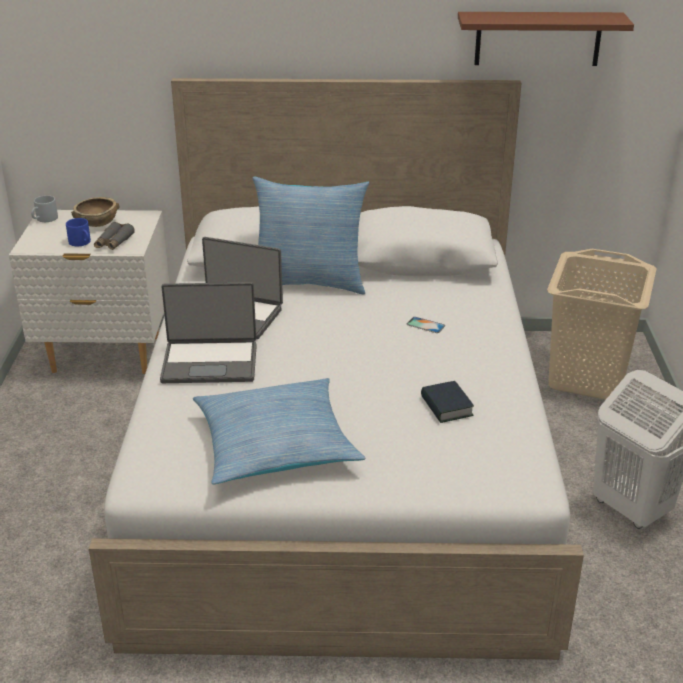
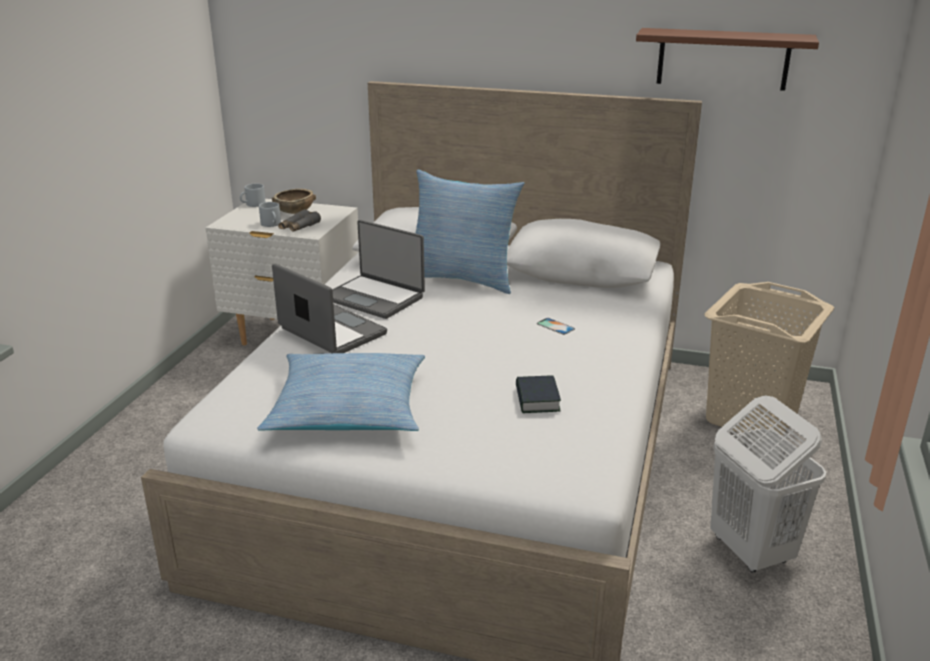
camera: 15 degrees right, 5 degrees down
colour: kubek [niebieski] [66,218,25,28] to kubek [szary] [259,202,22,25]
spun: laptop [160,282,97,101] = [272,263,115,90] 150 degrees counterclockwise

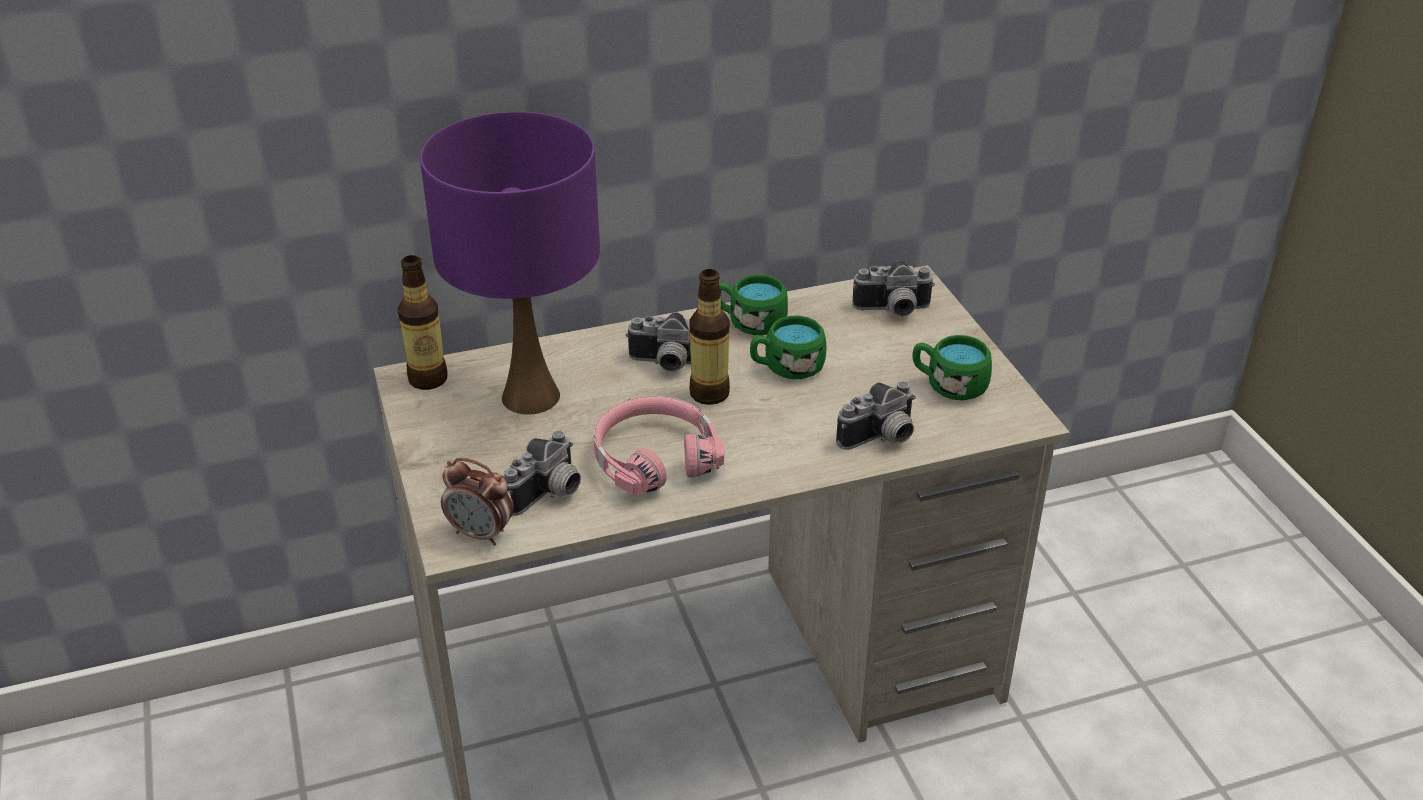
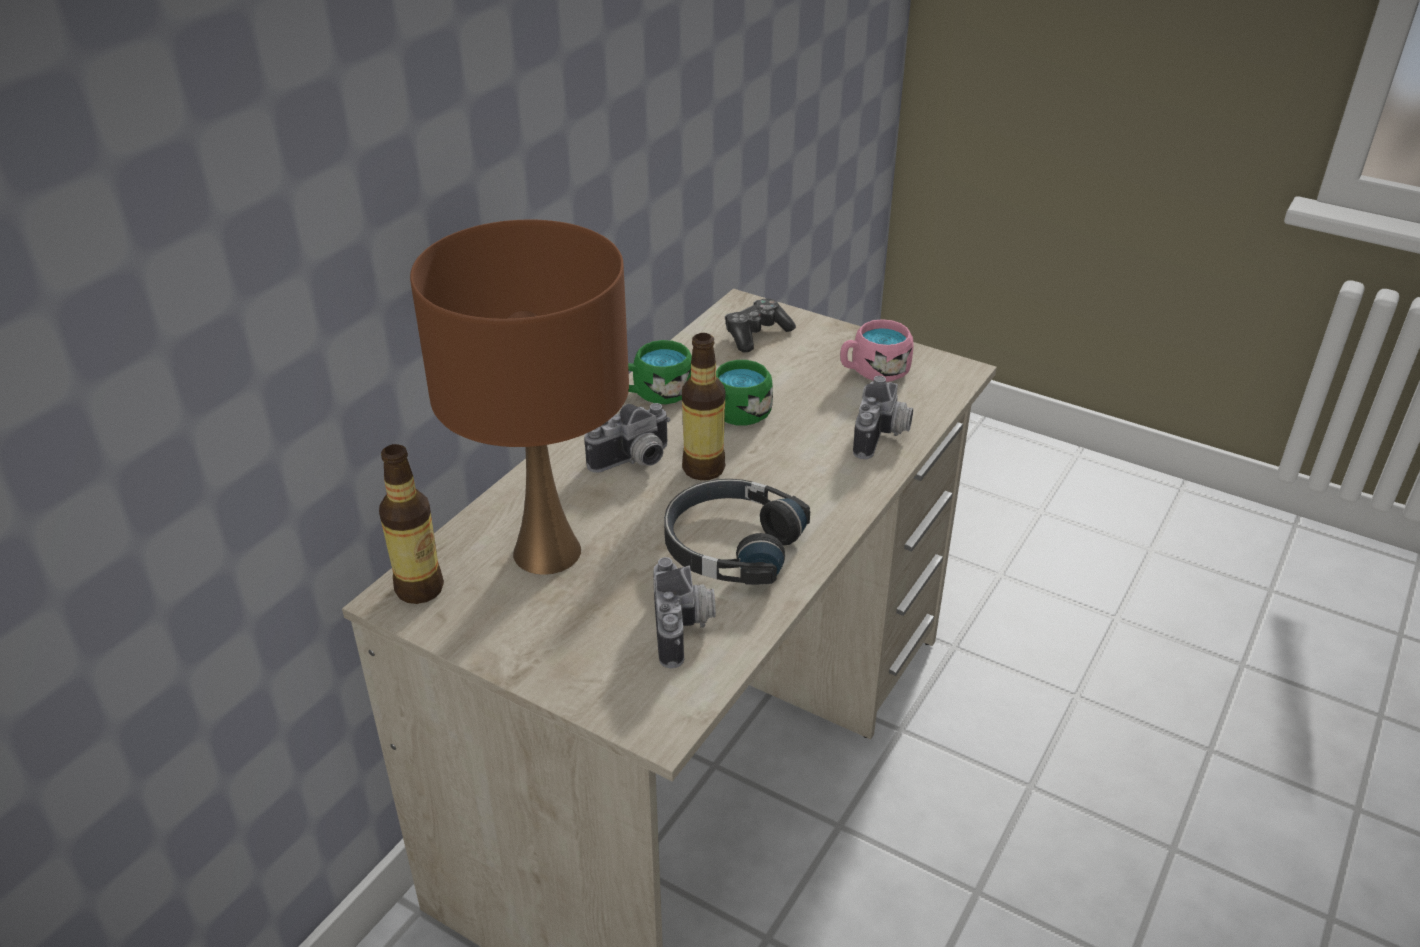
camera: 40 degrees left, 0 degrees up
missing: budzik [441,458,73,88]
exchanged: aparat fotograficzny [852,260,83,56] to pad do gier [725,298,71,55]
colour: lampa stołowa [fioletowy] [420,112,180,303] to lampa stołowa [brązowy] [410,220,219,355]; kubek [zielony] [913,335,79,65] to kubek [różowy] [840,319,73,63]; słuchawki [różowy] [593,396,131,99] to słuchawki [czarny] [664,479,146,106]

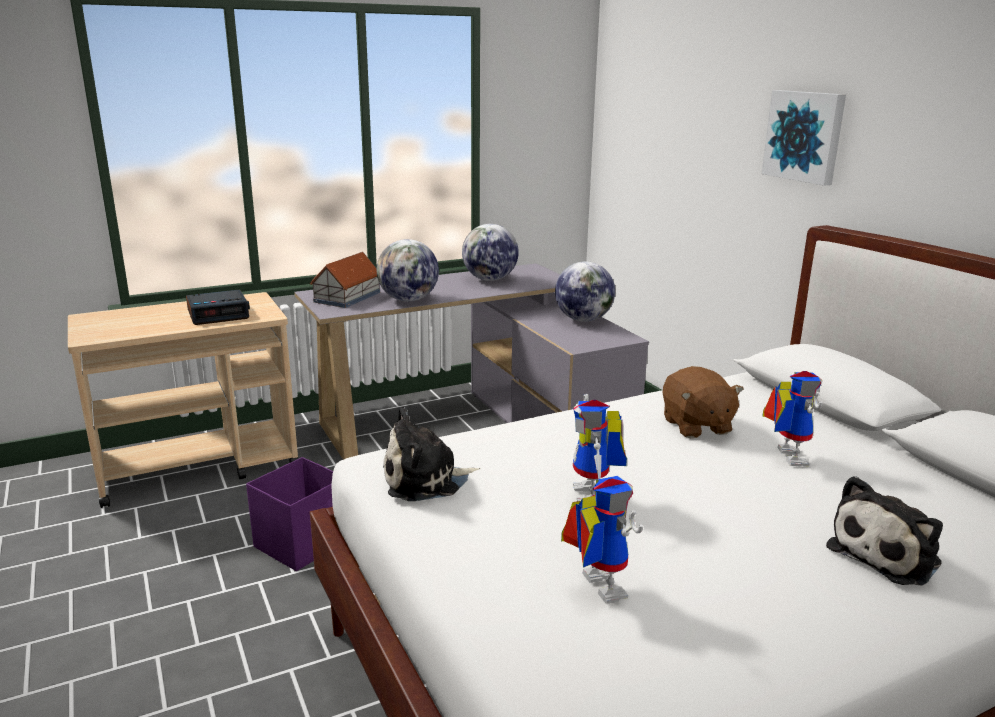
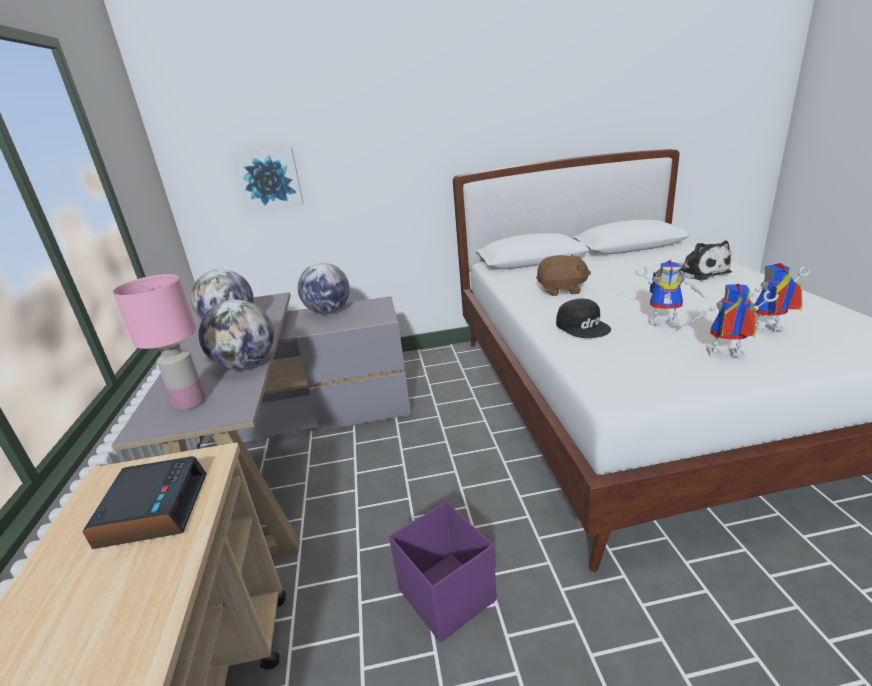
camera: 70 degrees left, 5 degrees up
missing: pluszak [383,407,98,94]
appeared: czapka z daszkiem [czarny] [556,298,55,40]
relocated: obraz [762,90,84,96] to [233,147,71,65]; robot zabawkowy [762,371,61,96] to [685,284,94,73]
exchanged: domek [310,252,70,56] to lampa stołowa [różowy] [113,274,93,136]

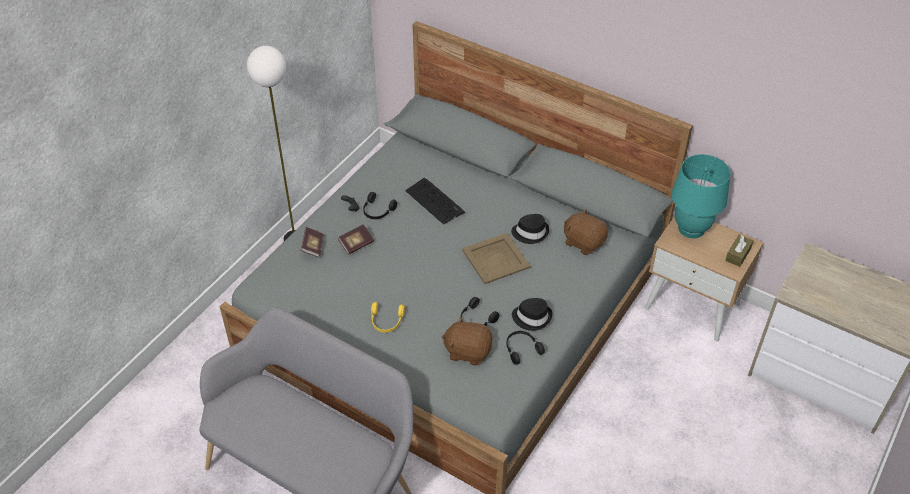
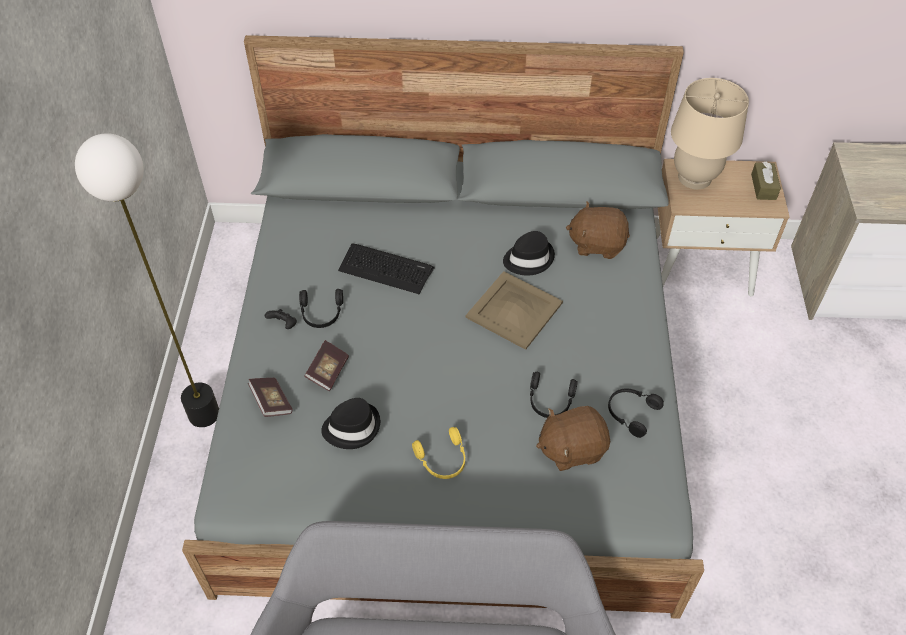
camera: 30 degrees left, 5 degrees up
relocated: kapelusz [czarny] [512,298,41,33] to [321,398,59,51]
colour: lampa stołowa [turkusowy] [671,154,60,84] to lampa stołowa [beżowy] [671,78,78,111]

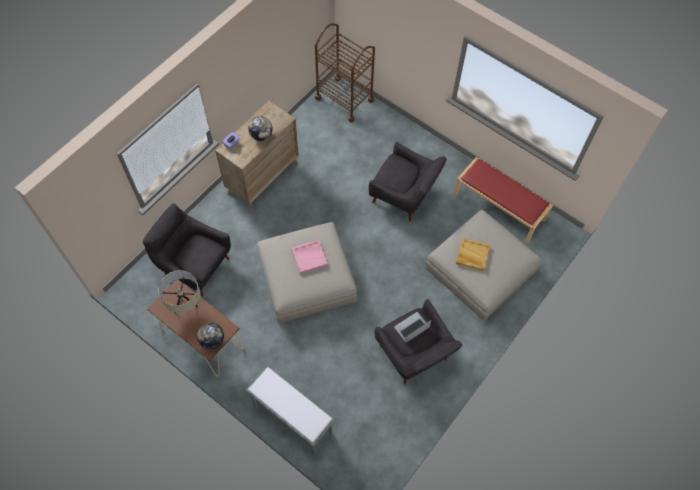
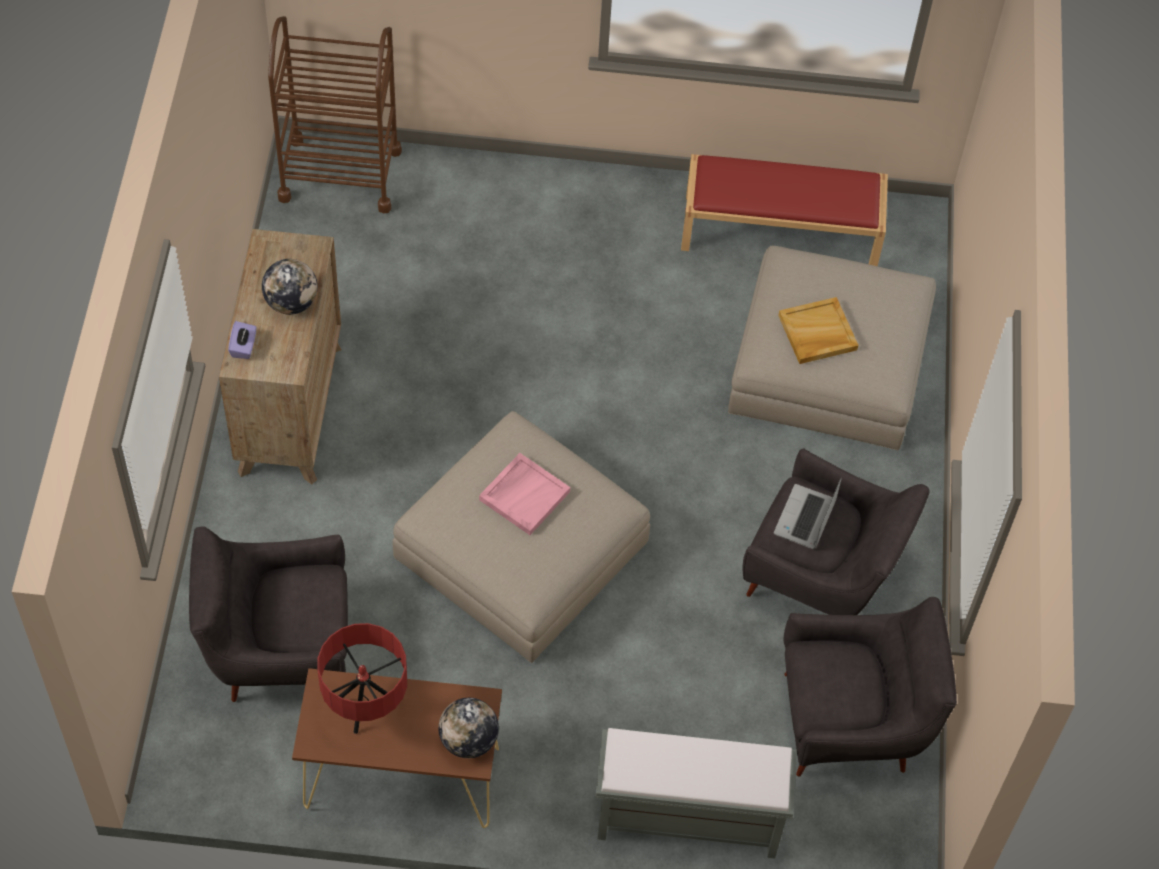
camera: 35 degrees left, 5 degrees down
relocated: fotel [szary] [369,142,78,79] to [784,597,173,180]
colour: lampa stołowa [beżowy] [158,270,43,44] to lampa stołowa [czerwony] [318,623,89,111]

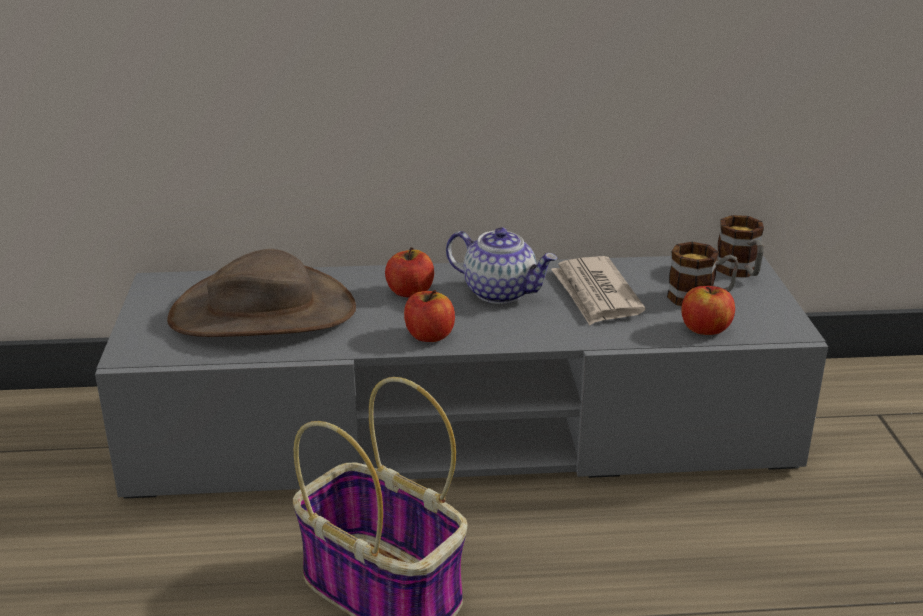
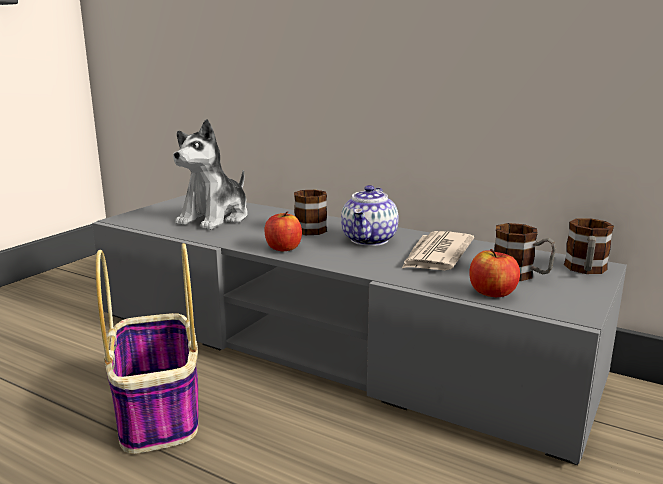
camera: 35 degrees right, 10 degrees down
exchanged: jabłko [385,247,49,51] to kubek [294,190,33,45]; kapelusz [brązowy] [167,249,189,88] to pluszak [173,119,75,111]
spun: imbryk [446,227,111,77] = [341,185,58,61] 45 degrees clockwise

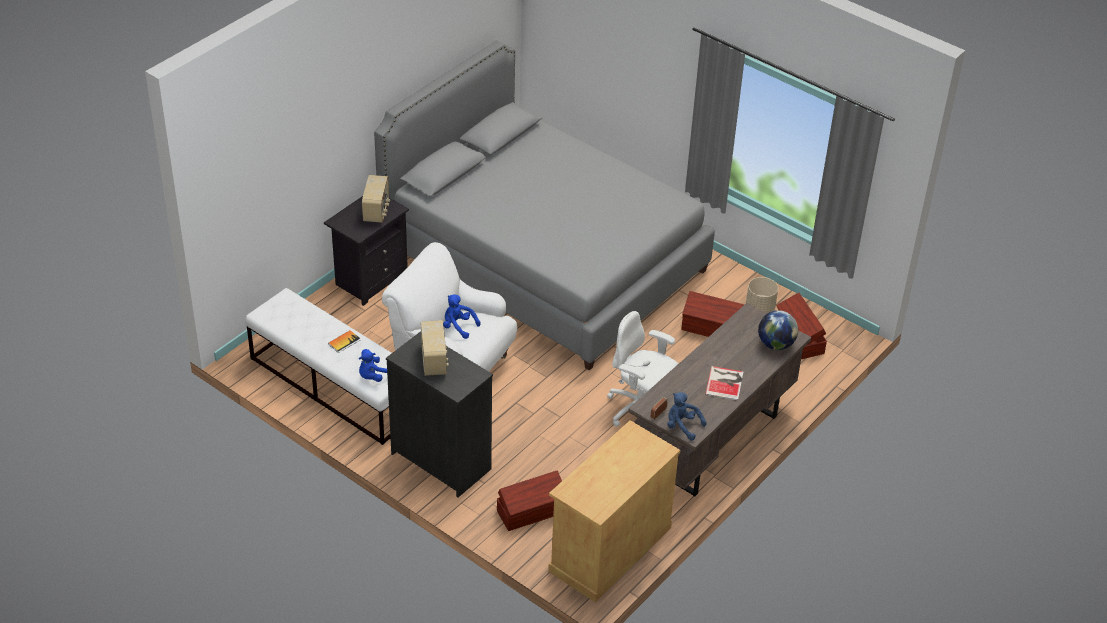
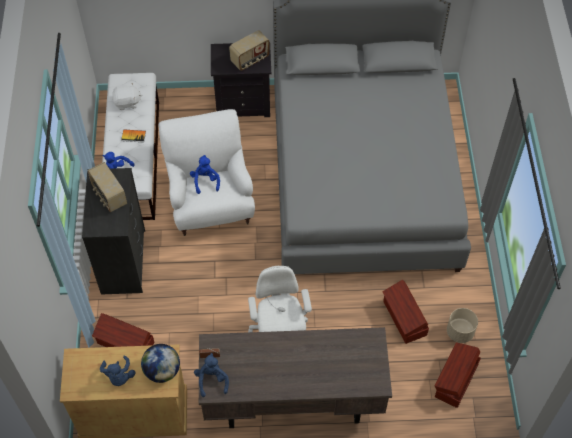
camera: 50 degrees right, 15 degrees up
missing: książka [705,366,38,34]
appeared: pluszak [biały] [112,83,30,27]; pluszak [niebieski] [100,356,35,30]
relocated: globus [758,310,40,40] to [141,344,39,39]
spun: radio [421,320,28,56] = [87,162,40,50] 105 degrees clockwise

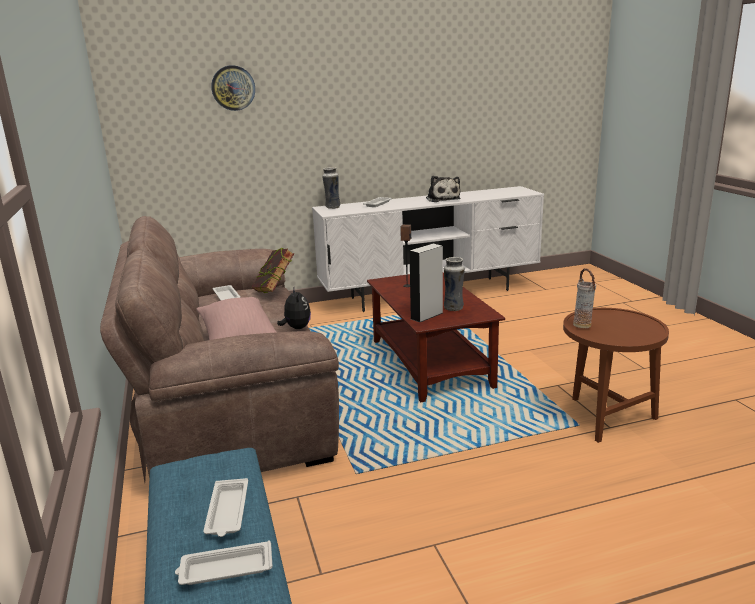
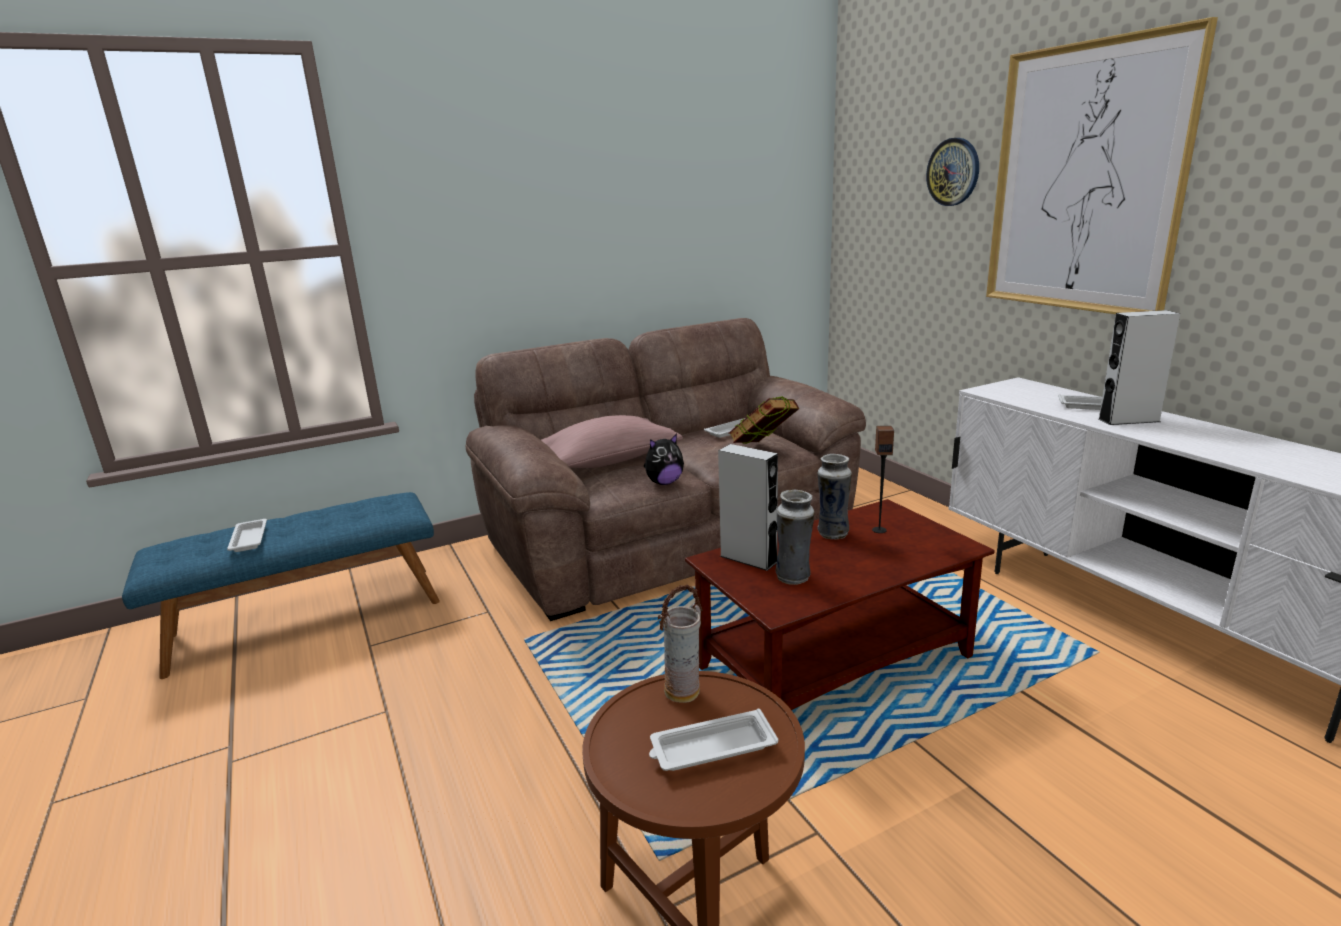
camera: 80 degrees right, 0 degrees up
missing: pluszak [426,176,34,26]
appeared: obraz [986,17,232,297]; głośnik [szary] [1099,310,81,115]
relocated: wazon [322,167,18,42] to [817,454,35,85]; taca [biały] [203,478,45,59] to [649,709,129,62]

